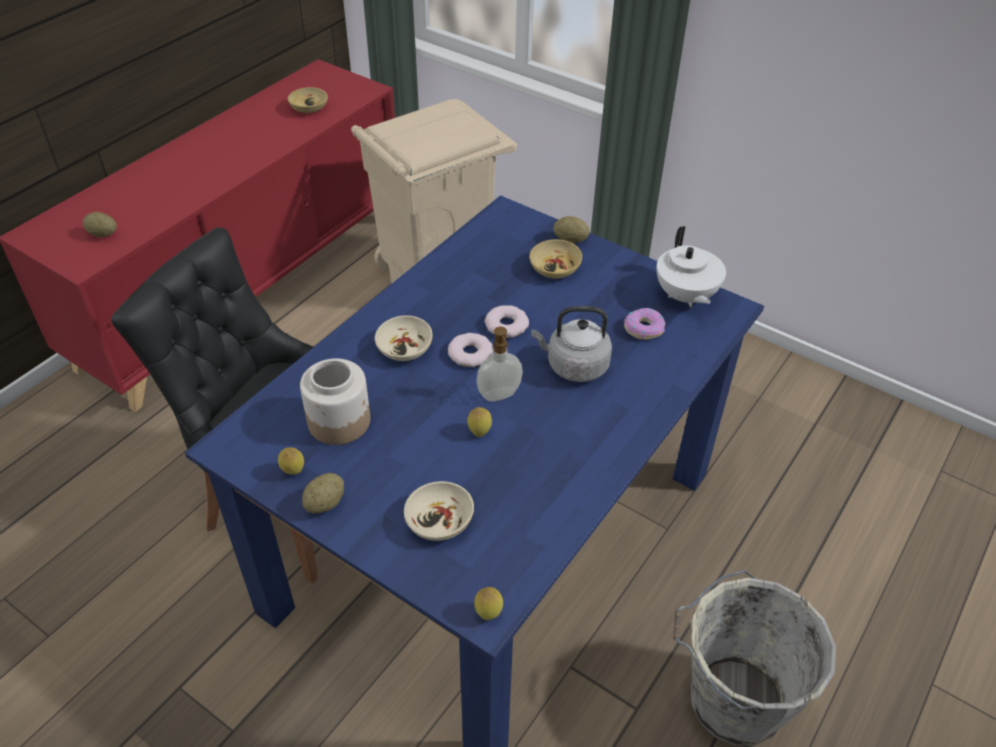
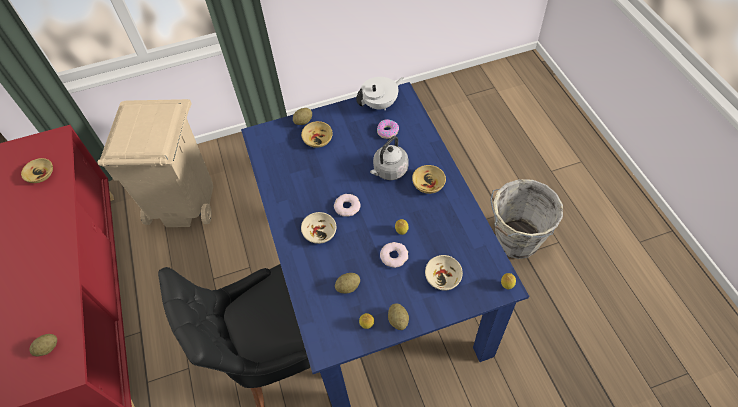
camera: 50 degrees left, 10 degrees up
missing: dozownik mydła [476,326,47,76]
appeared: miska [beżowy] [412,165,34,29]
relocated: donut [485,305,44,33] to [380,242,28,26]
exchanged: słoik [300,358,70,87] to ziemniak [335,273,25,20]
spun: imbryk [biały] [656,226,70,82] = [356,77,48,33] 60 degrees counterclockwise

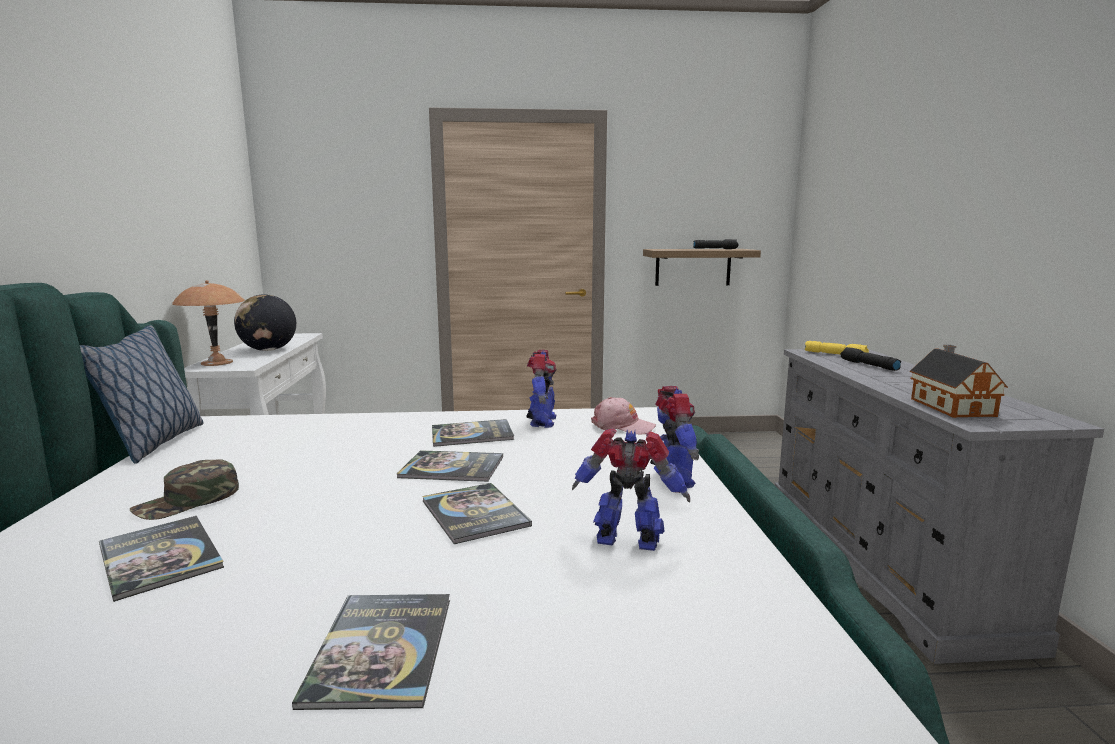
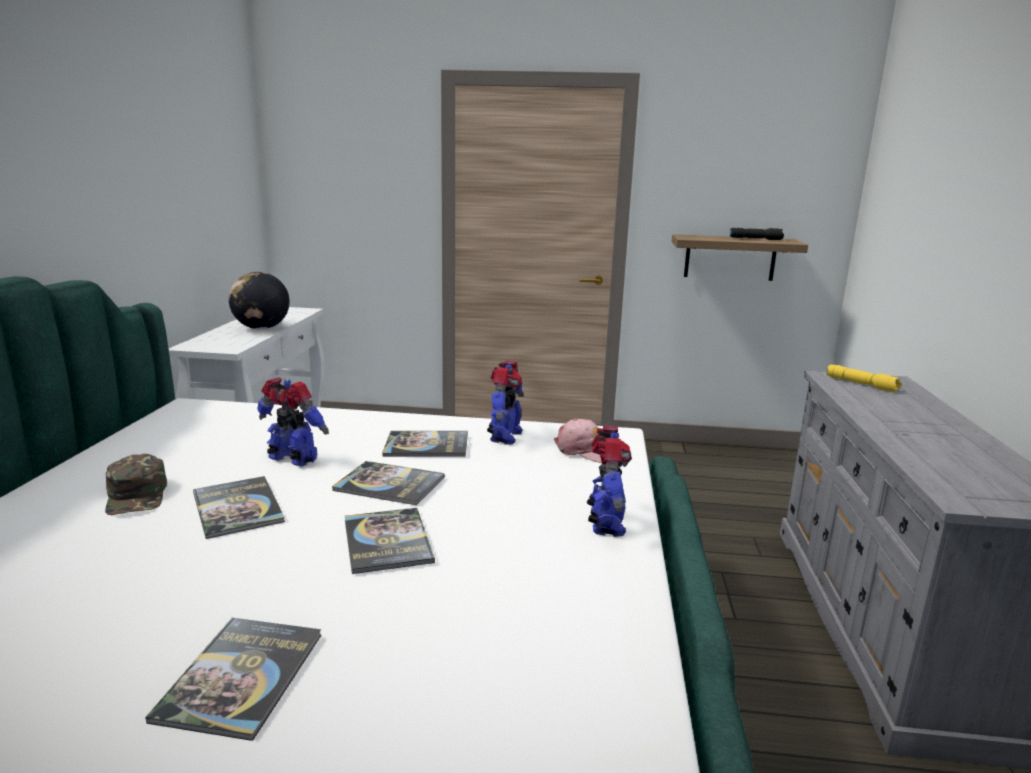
camera: 10 degrees right, 5 degrees up
missing: lampa stołowa [brązowy] [172,280,73,86]; poduszka [80,325,123,139]; domek [910,345,98,73]; latarka [czarny] [841,347,60,24]
relocated: robot zabawkowy [572,428,118,123] to [257,377,72,90]; książka [99,516,125,86] to [193,476,92,63]
spun: czapka z daszkiem [zielony] [130,459,109,61] = [105,454,62,61] 75 degrees counterclockwise

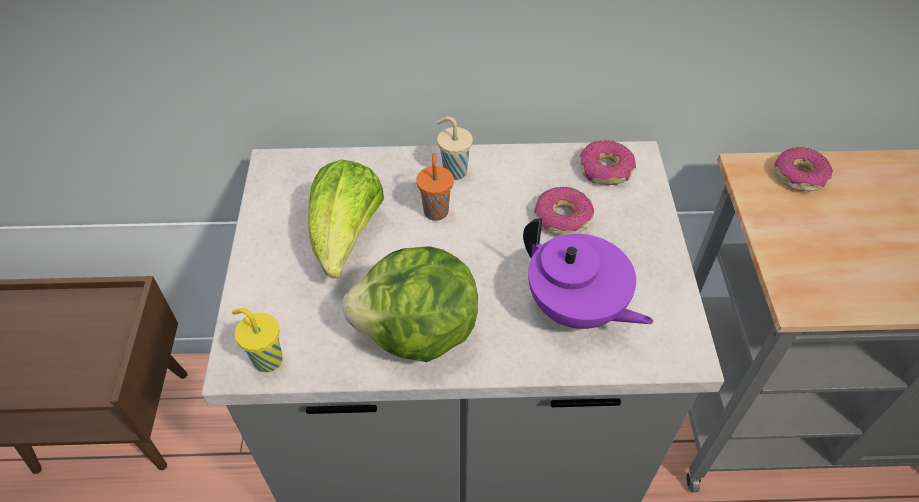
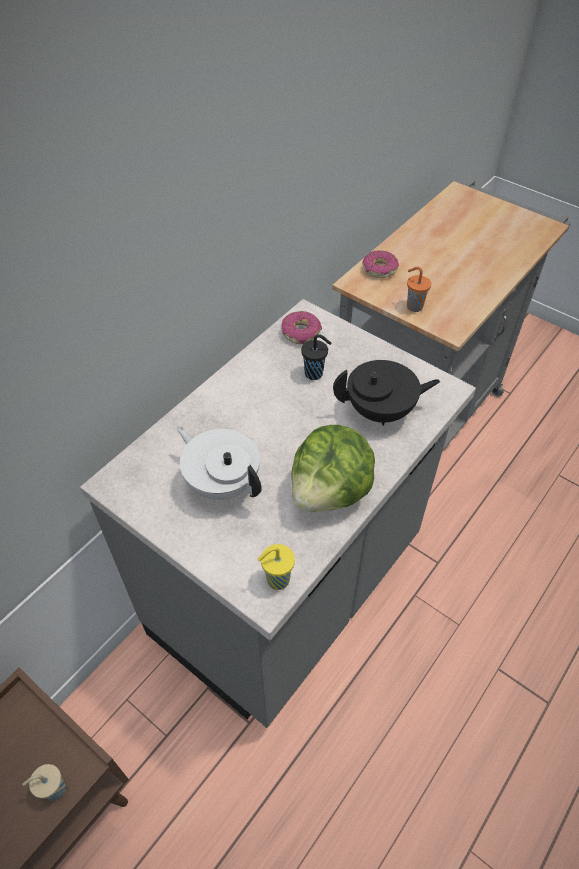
camera: 50 degrees left, 0 degrees up
relocated: filiżanka [beżowy] [436,116,37,64] to [22,764,44,37]; filiżanka [pomarańczowy] [416,153,38,68] to [407,267,24,45]
exchanged: sałata [308,159,76,119] to imbryk [biały] [177,427,85,73]; donut [534,187,60,49] to filiżanka [czarny] [301,334,31,46]
colour: imbryk [fioletowy] [523,218,131,111] to imbryk [czarny] [333,360,107,66]

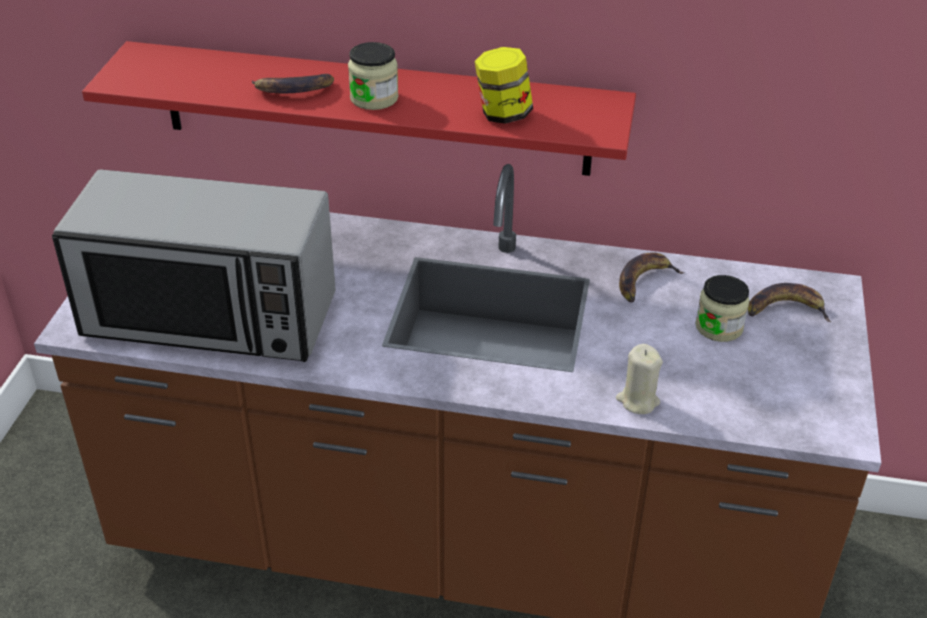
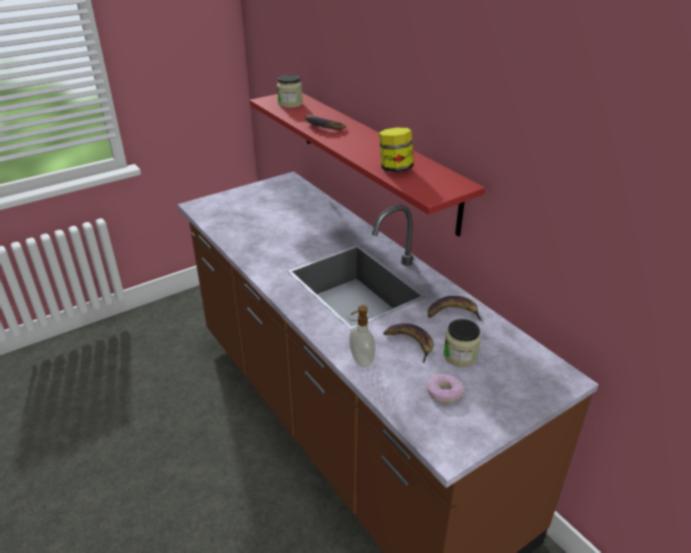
camera: 45 degrees right, 5 degrees down
missing: mikrofalówka [52,170,284,192]
appeared: donut [427,374,37,29]
relocated: słoik [348,42,51,68] to [277,74,26,34]; banan [748,283,83,39] to [383,323,51,40]
exchanged: świeca [beżowy] [616,344,47,70] to dozownik mydła [349,305,26,62]

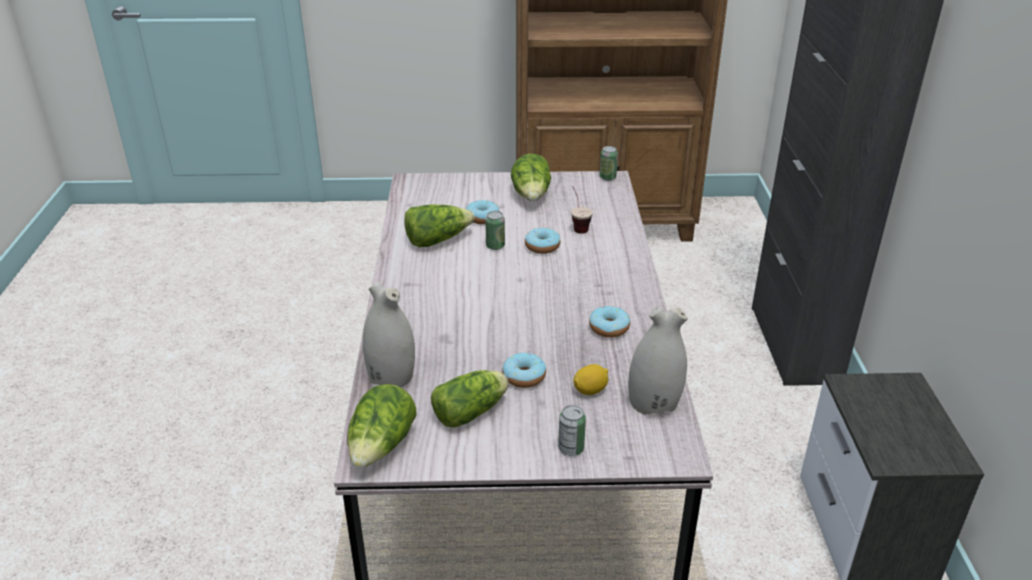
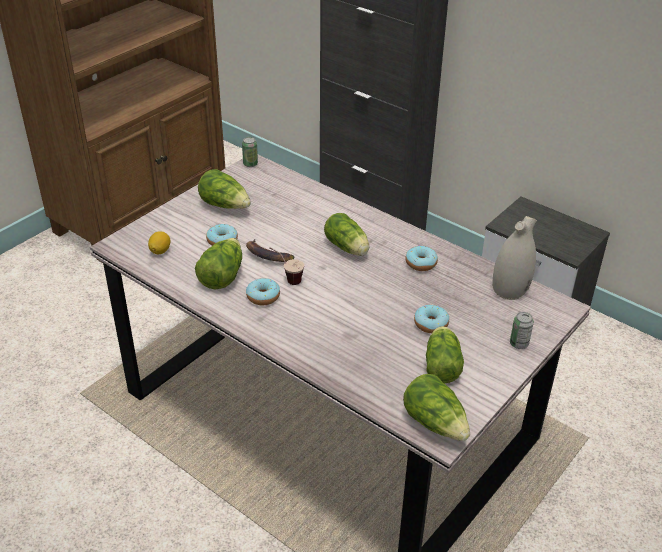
camera: 50 degrees left, 5 degrees up
missing: wazon [biały] [363,282,52,106]
appeared: sałata [324,213,45,43]
relocated: filiżanka [571,186,22,48] to [269,247,35,38]; donut [525,228,35,26] to [246,278,34,27]; cytryna [573,364,35,31] to [148,231,23,23]
exchanged: puszka [485,211,20,39] to banan [246,239,48,23]

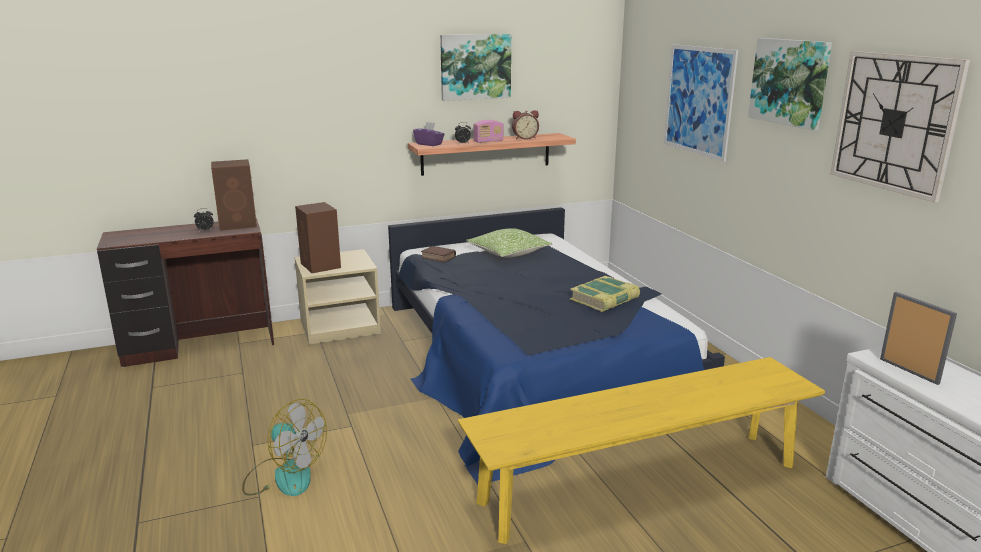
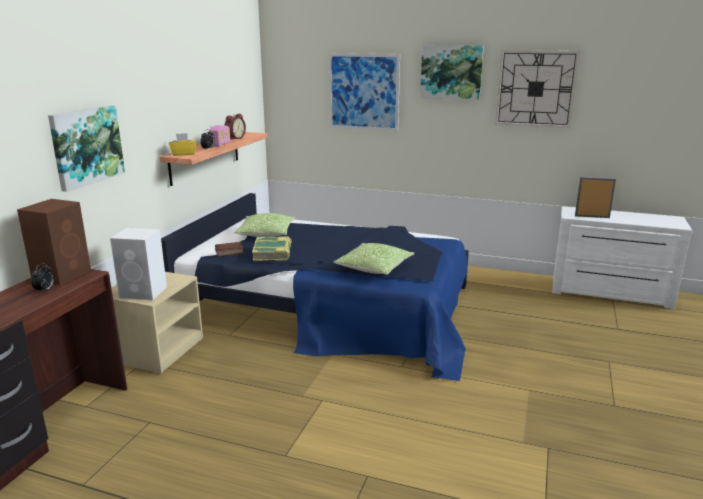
camera: 50 degrees left, 0 degrees up
missing: ławka [żółty] [458,357,367,187]; wentylator [242,399,85,97]
appeared: poduszka [333,243,81,32]
relocated: obraz [440,34,71,67] to [48,105,77,87]; książka [570,276,70,36] to [252,236,40,25]
colour: pudełko chusteczek [fioletowy] [413,122,32,24] to pudełko chusteczek [żółty] [169,133,27,23]; głośnik [brązowy] [295,202,46,71] to głośnik [biały] [110,228,57,72]

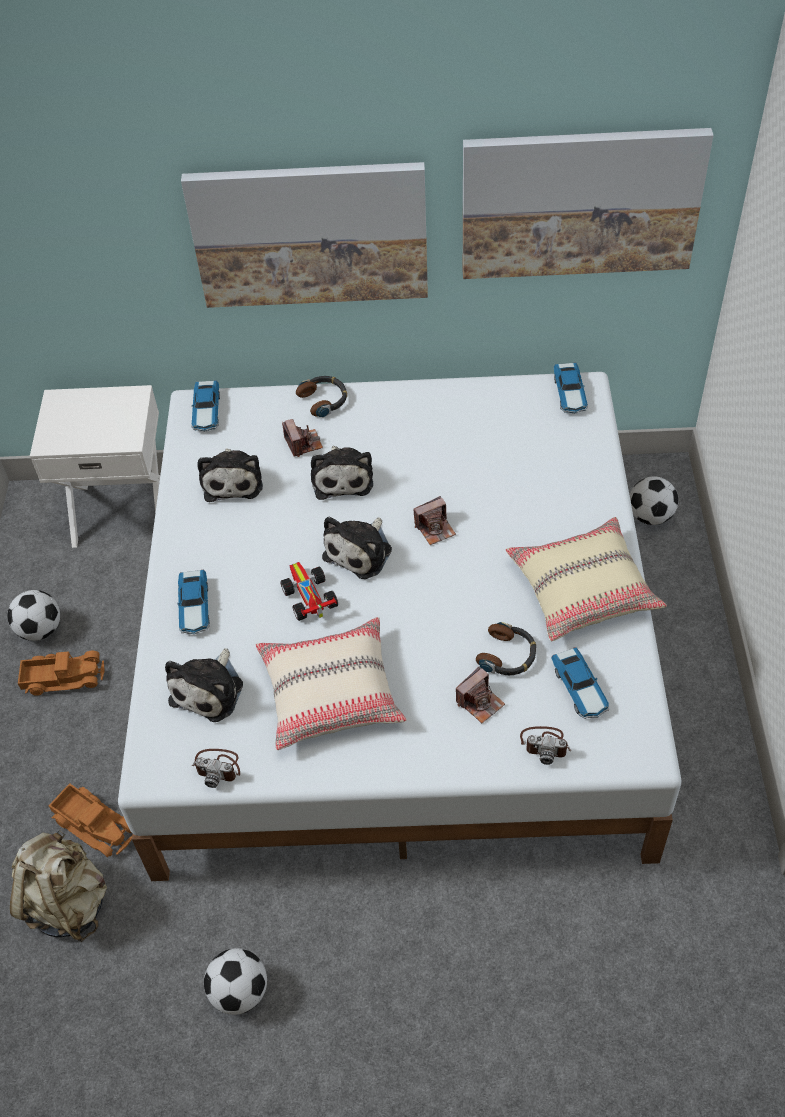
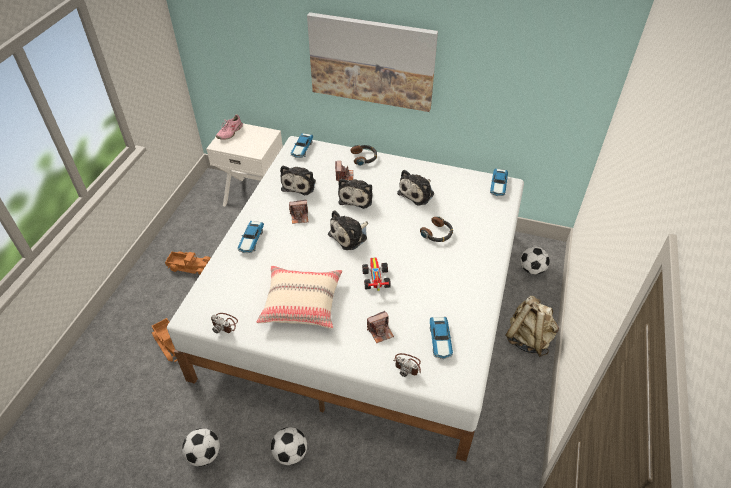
camera: 15 degrees right, 5 degrees down
missing: obraz [463,128,251,151]; poduszka [beżowy] [505,517,162,125]
appeared: but [różowy] [216,114,27,26]
relocated: aparat fotograficzny [413,496,43,49] to [289,200,19,24]; samochodzik [280,562,58,59] to [362,257,29,34]; piłka futbolowa [7,590,53,51] to [271,427,36,38]; słuchawki [476,622,60,53] to [420,216,33,26]; pluszak [165,648,78,74] to [397,170,37,36]; plecak [beżowy] [10,830,97,112] to [505,296,54,61]

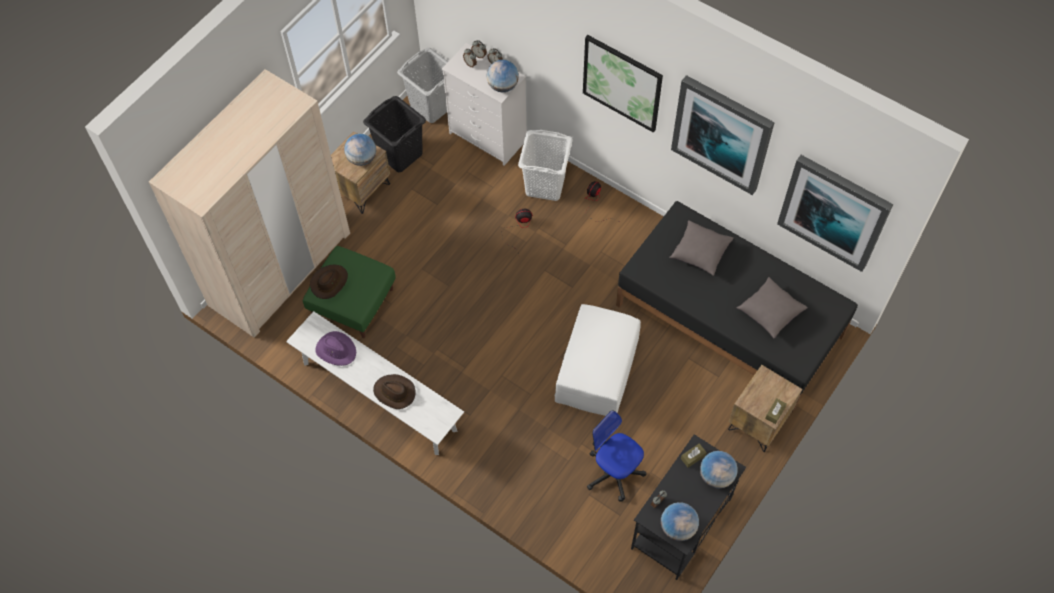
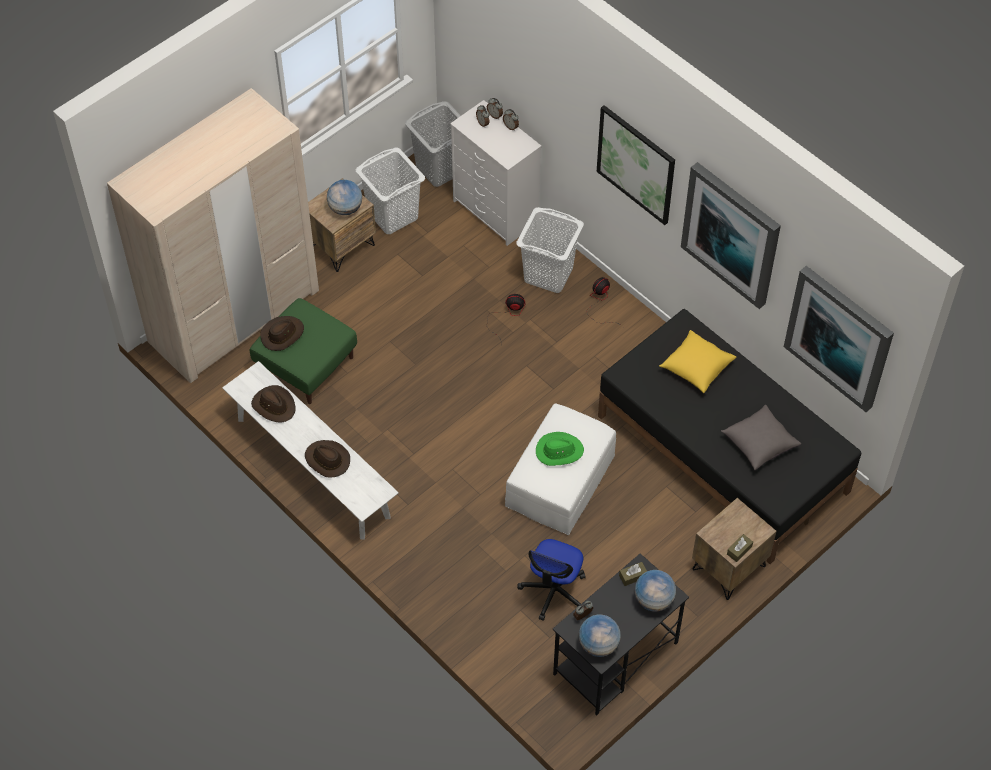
camera: 10 degrees right, 5 degrees down
missing: globus [487,60,32,32]
appeared: kapelusz [zielony] [536,432,48,34]
colour: kosz na pranie [czarny] [363,96,63,77] to kosz na pranie [biały] [355,148,70,86]; poduszka [szary] [669,220,65,56] to poduszka [żółty] [659,330,77,63]; kapelusz [fioletowy] [316,331,40,35] to kapelusz [brązowy] [251,385,45,37]
spun: krzesło biurowe [587,410,59,92] = [517,539,69,82] 120 degrees counterclockwise

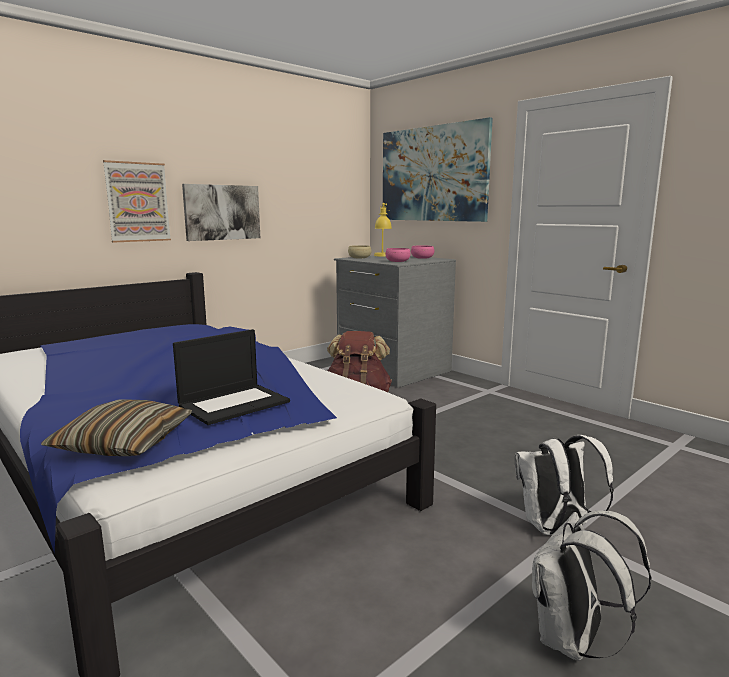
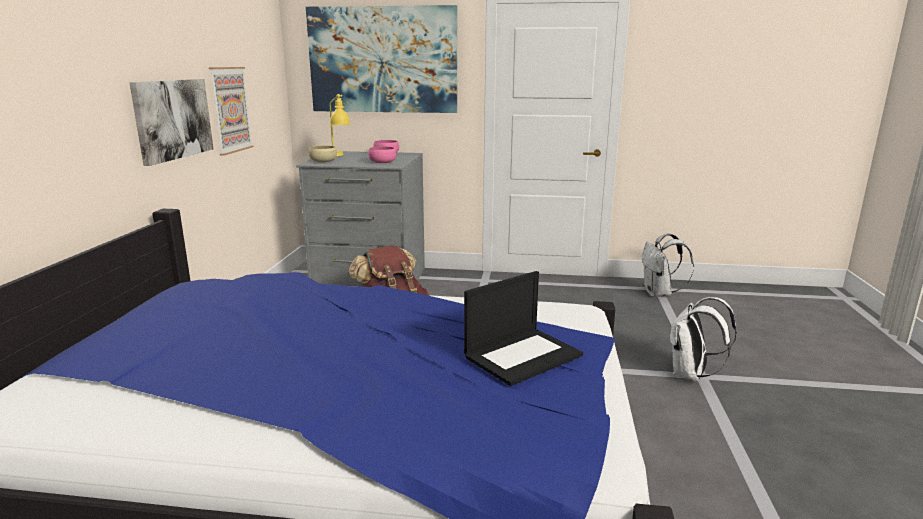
camera: 40 degrees left, 5 degrees up
missing: poduszka [41,400,151,56]
relocated: obraz [103,160,68,83] to [209,67,45,89]; plecak [biały] [532,510,120,151] to [642,233,52,64]
spun: laptop [173,329,117,96] = [464,271,119,115] 45 degrees clockwise

